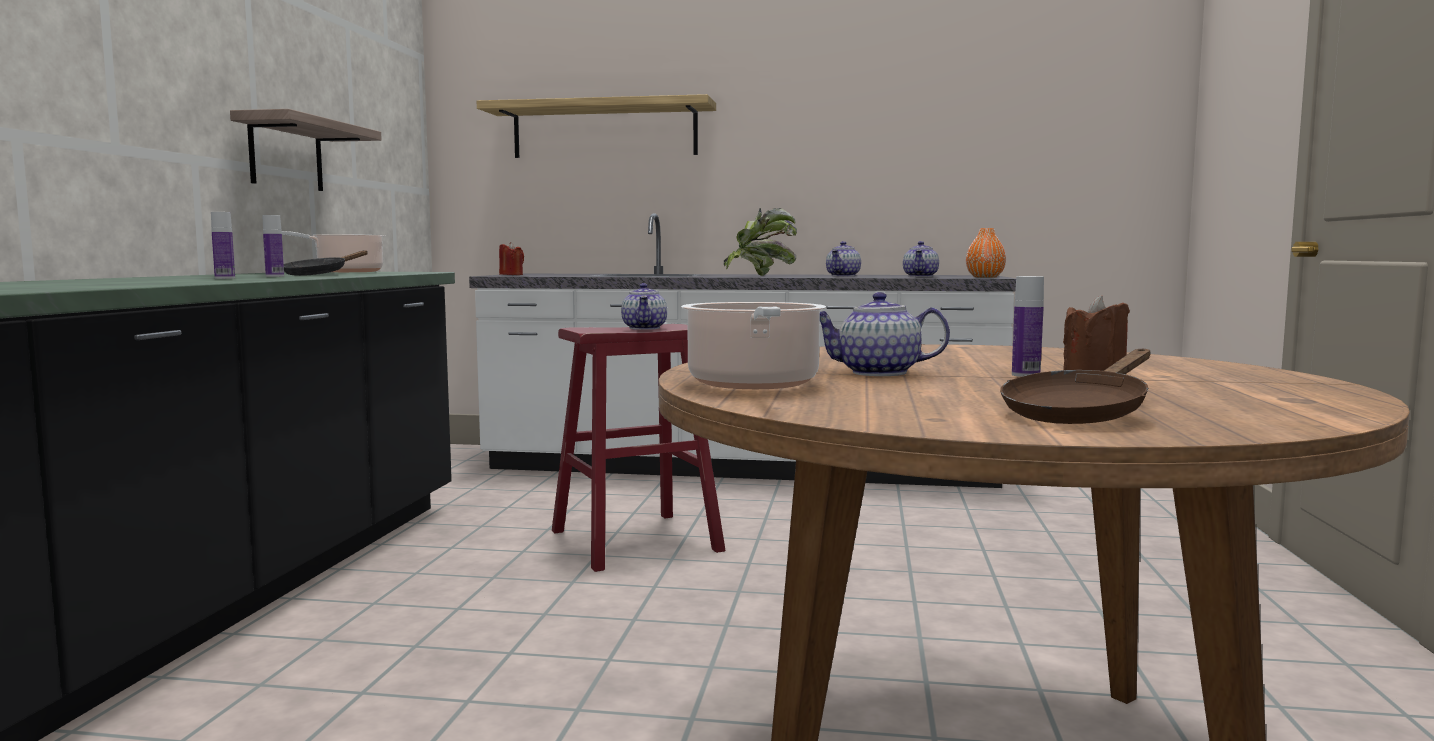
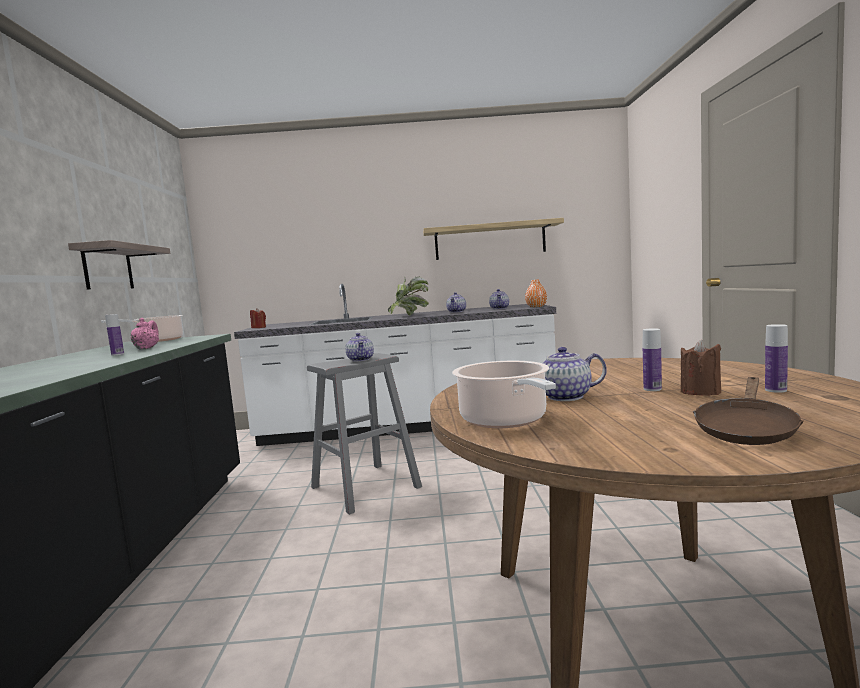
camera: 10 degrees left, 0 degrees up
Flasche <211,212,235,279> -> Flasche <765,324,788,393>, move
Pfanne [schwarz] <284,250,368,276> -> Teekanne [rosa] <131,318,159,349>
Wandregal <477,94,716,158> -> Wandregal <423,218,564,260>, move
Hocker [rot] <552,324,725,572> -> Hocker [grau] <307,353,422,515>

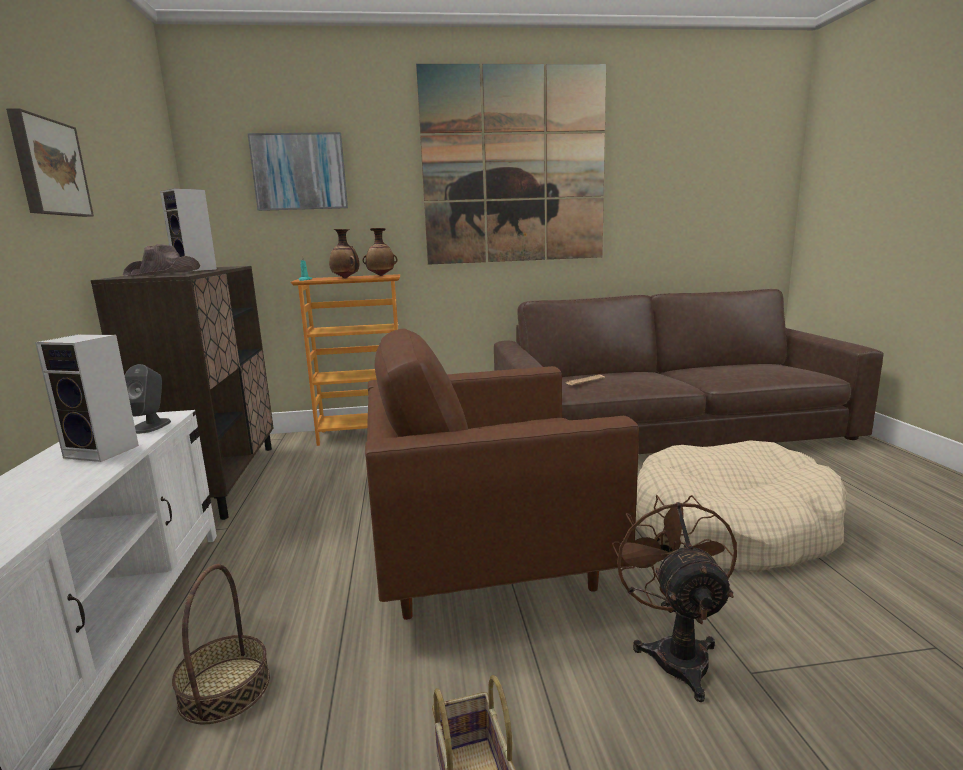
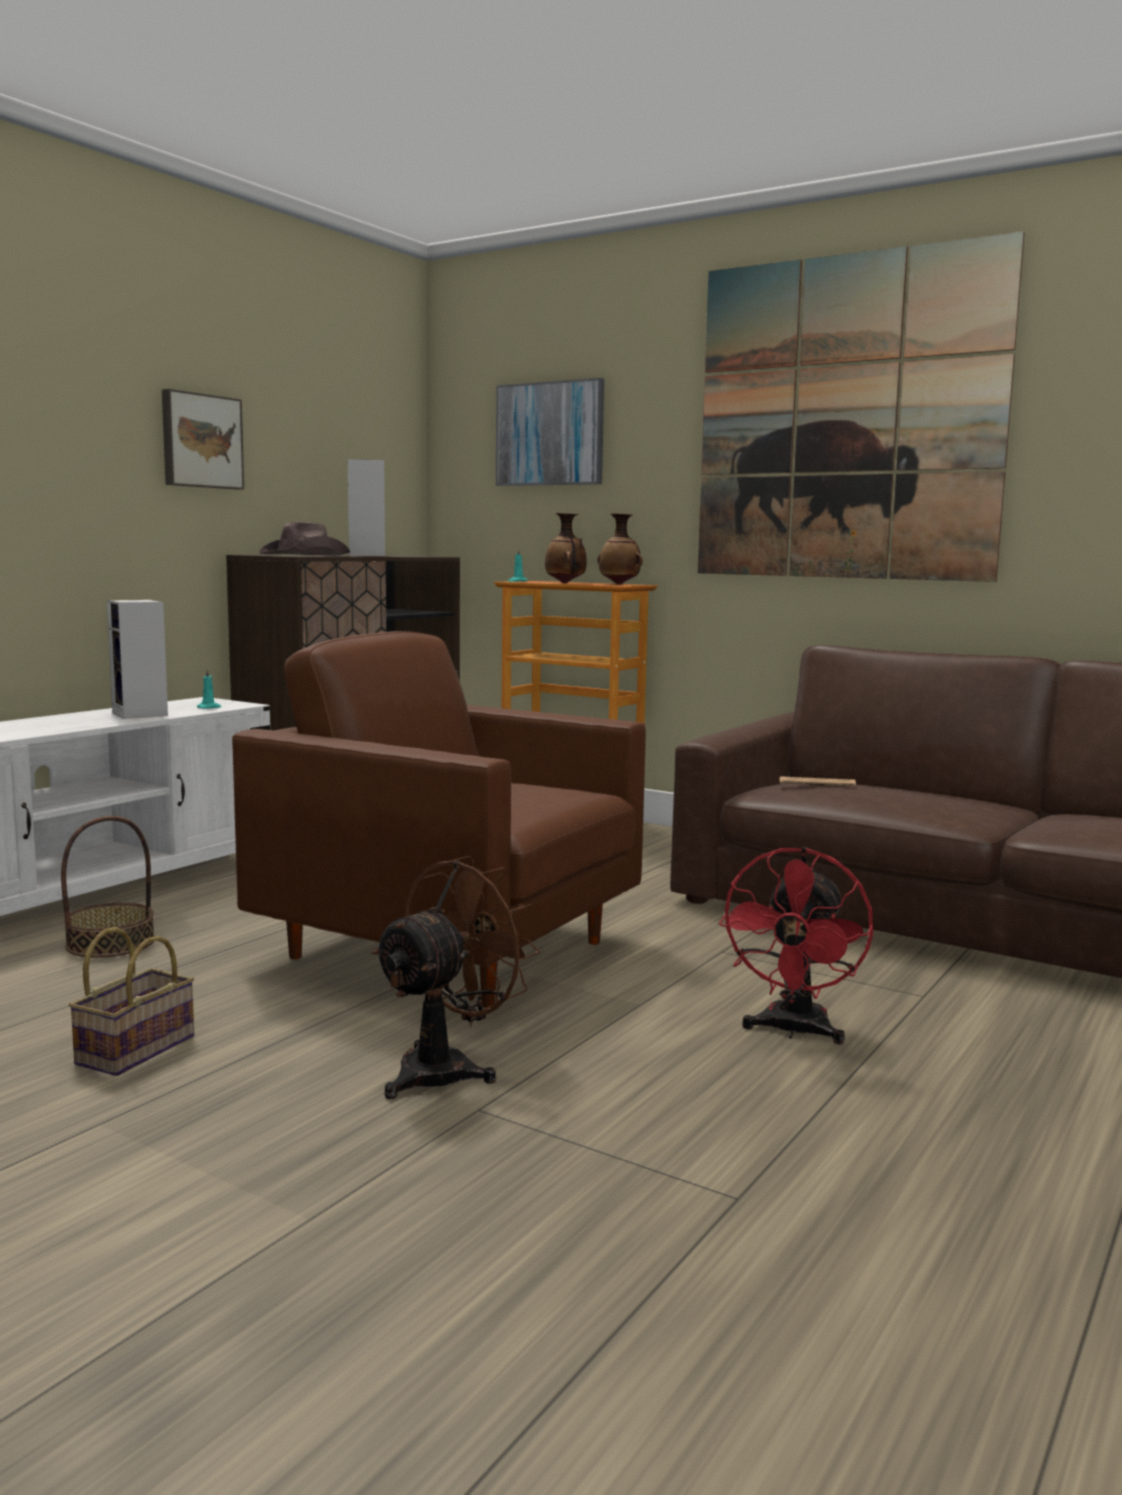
camera: 40 degrees right, 5 degrees down
Lautsprecher [grau] <124,364,171,434> -> Kerze [türkis] <197,668,221,709>
Hundebett [beige] <636,440,847,572> -> Ventilator [rot] <719,847,873,1044>

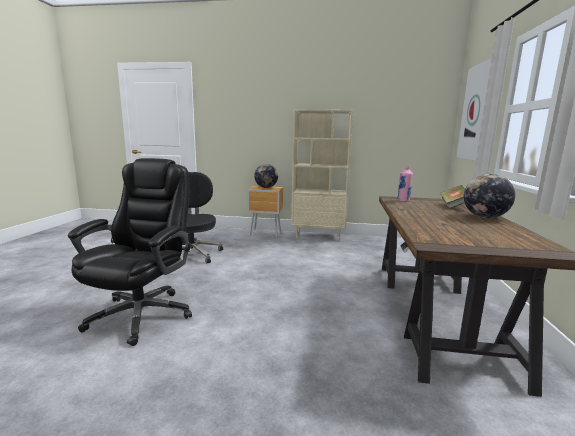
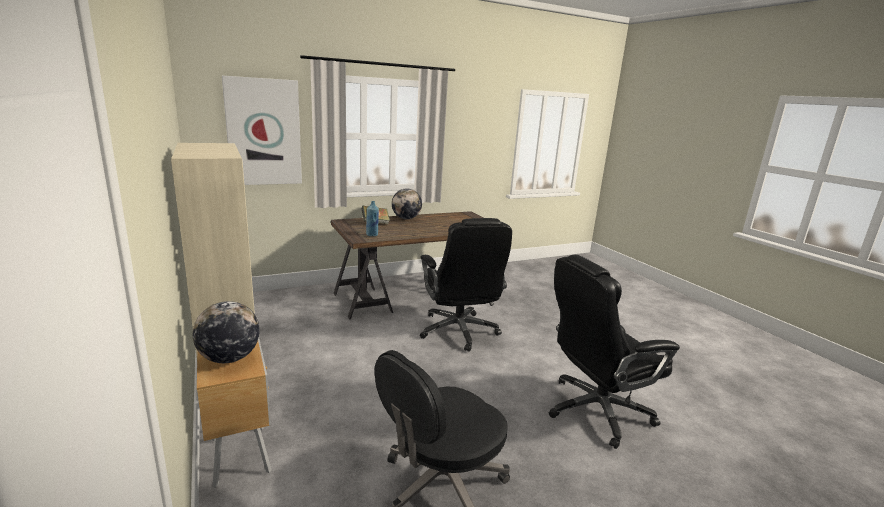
camera: 125 degrees left, 5 degrees up
Flasche [rosa] <397,165,413,202> -> Flasche [blau] <366,201,379,236>
none -> Bürostuhl [schwarz] <420,218,512,352>

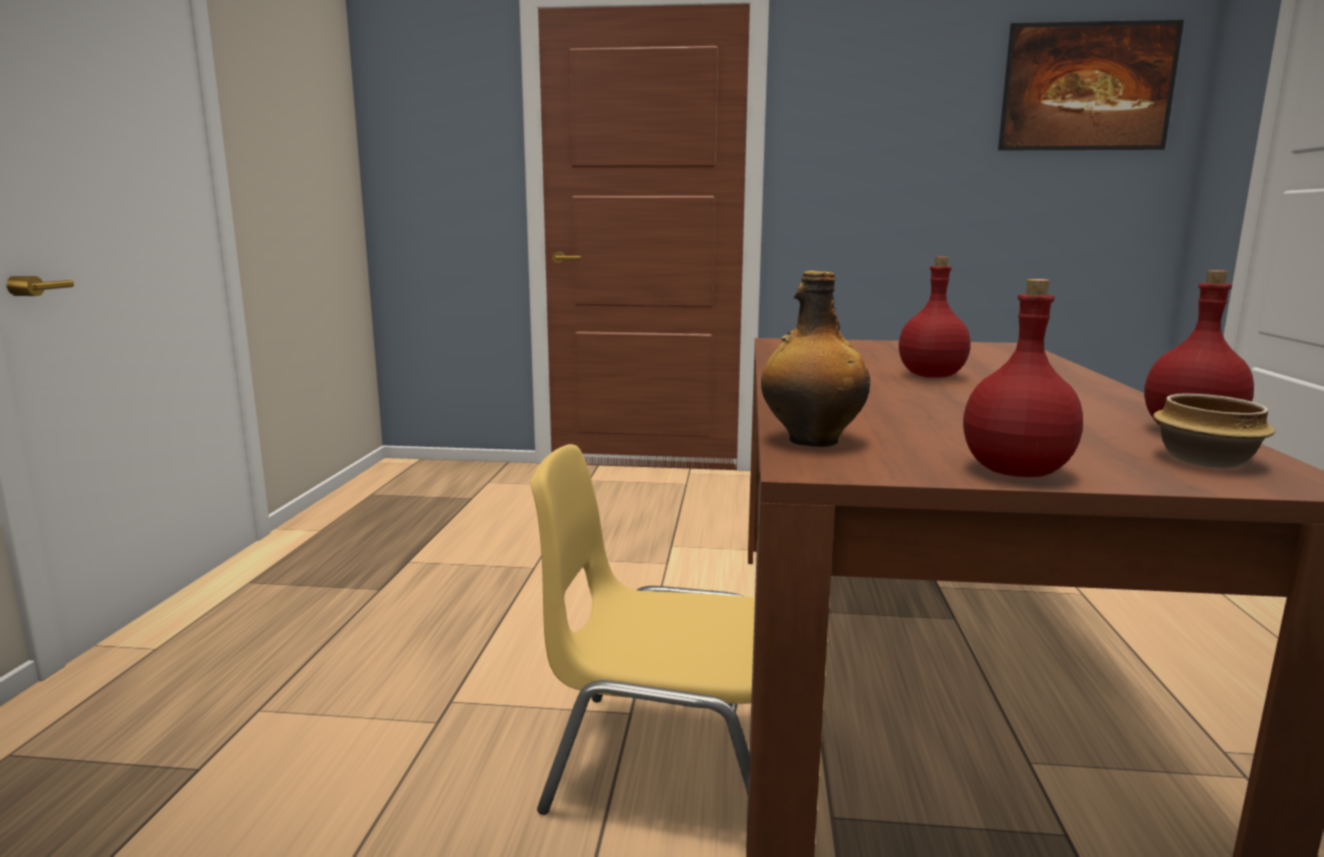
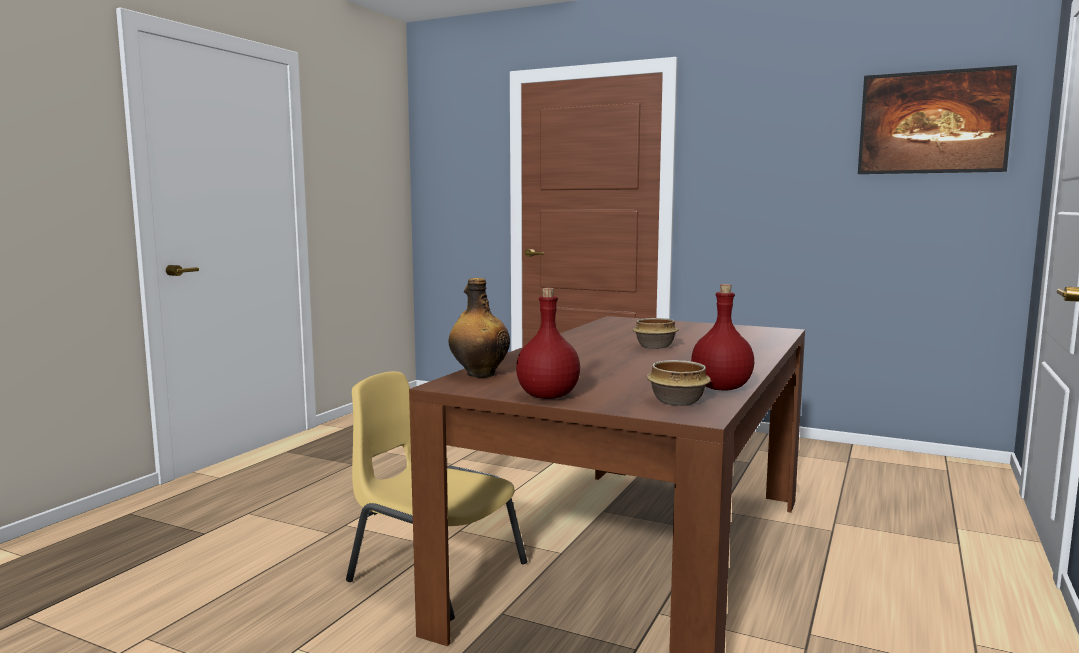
camera: 20 degrees right, 5 degrees down
Flasche [rot] <899,257,971,378> -> Schüssel <633,318,679,349>

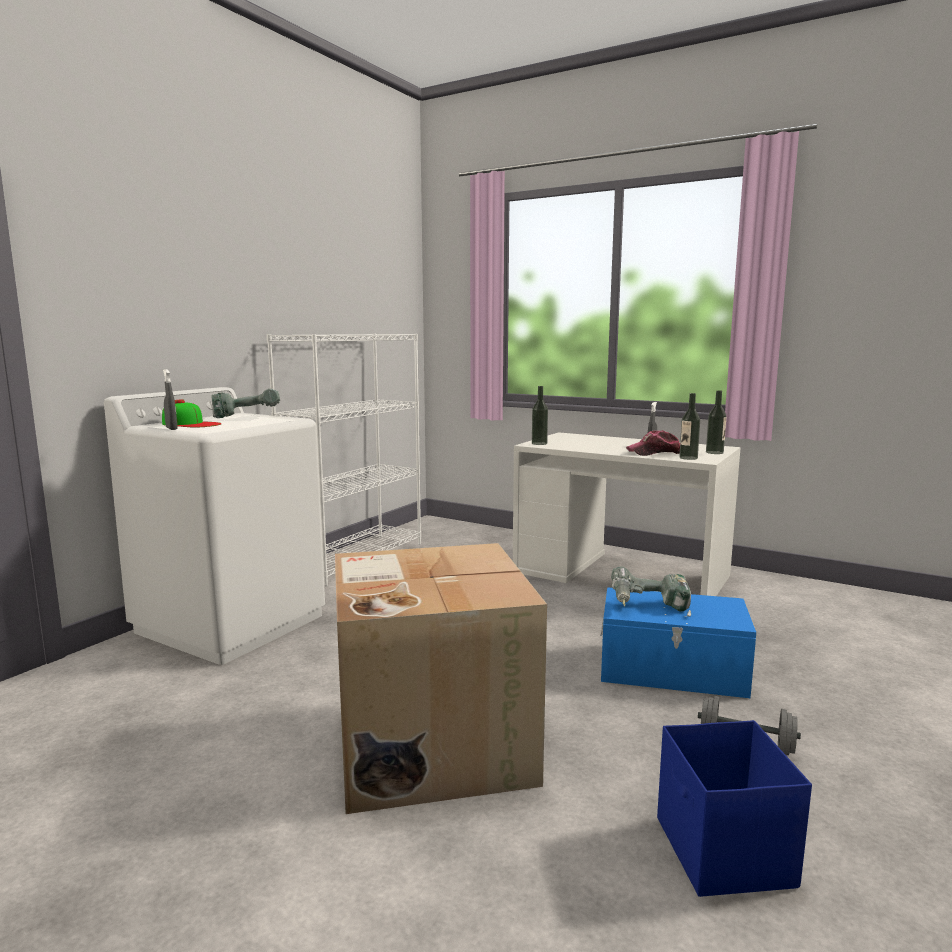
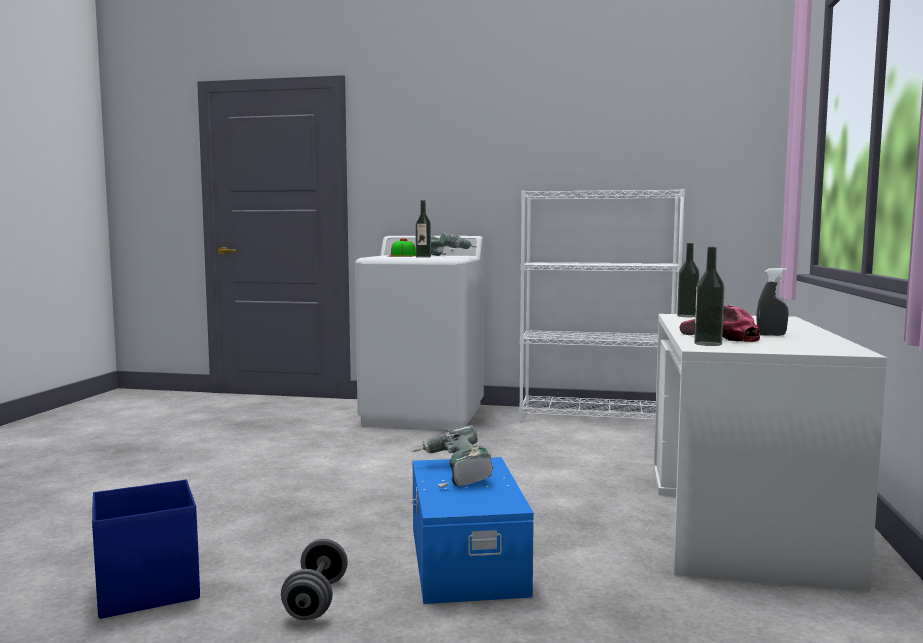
camera: 70 degrees right, 5 degrees down
Sprühflasche [grau] <163,369,177,430> -> none
Karton <335,543,547,814> -> none
Flasche <706,390,726,454> -> Flasche <415,200,431,258>, move

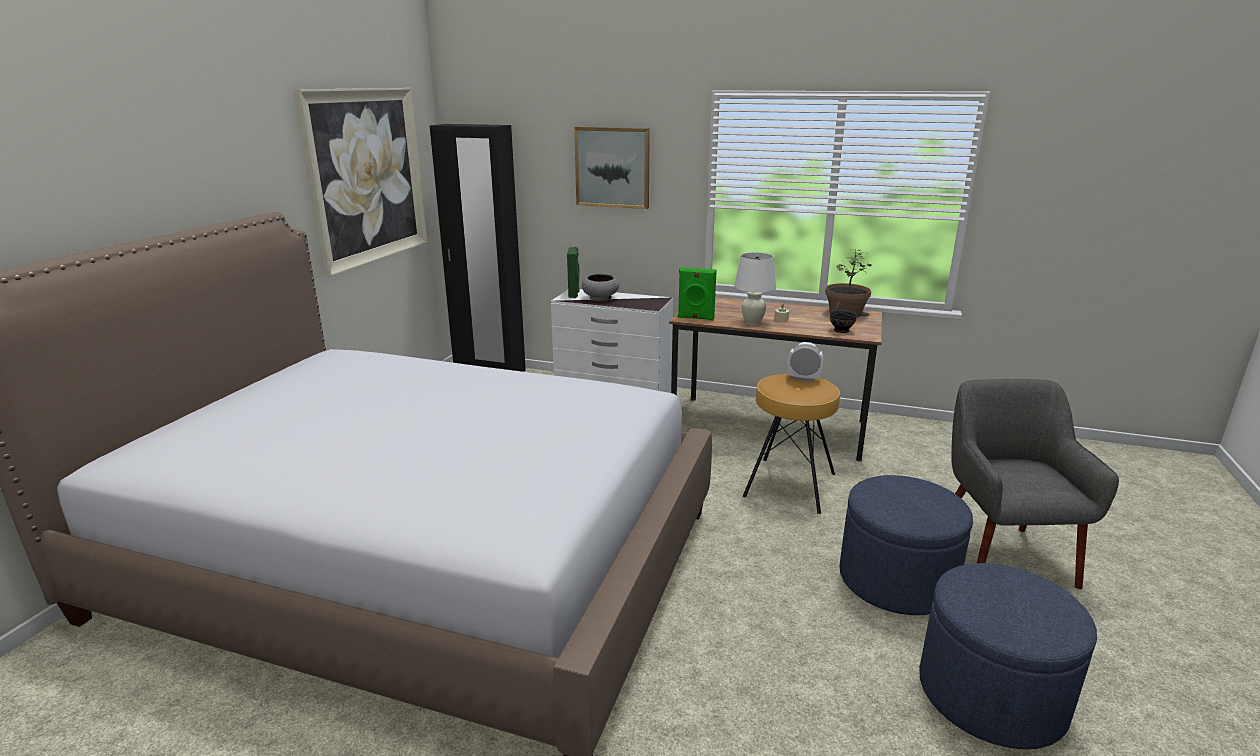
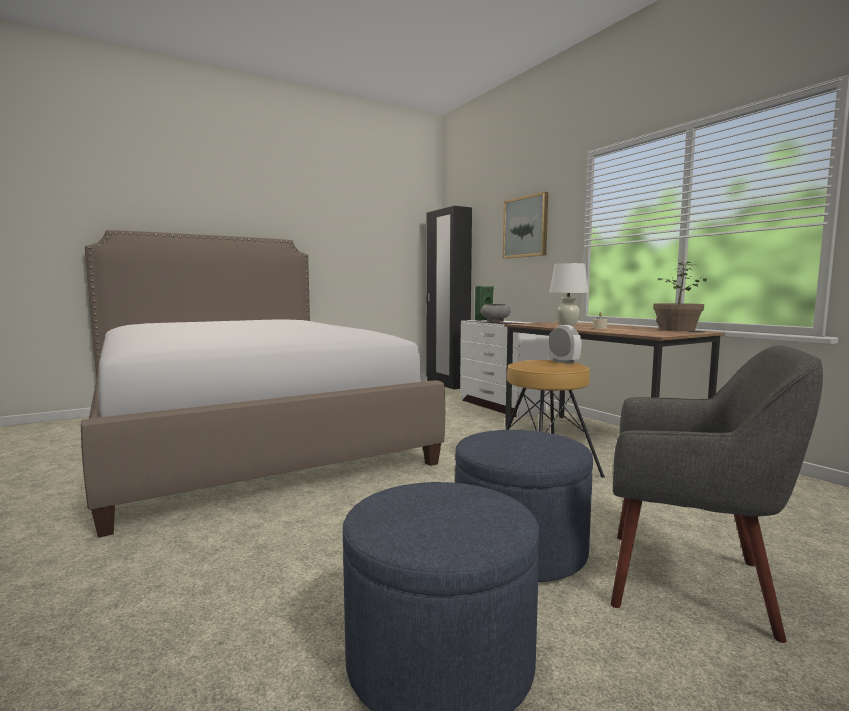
camera: 40 degrees right, 15 degrees down
Bild <294,88,428,277> -> none
Lautsprecher [grün] <678,267,717,320> -> none
Schüssel [schwarz] <830,310,857,333> -> none
Sessel [grau] <951,379,1119,589> -> Sessel [grau] <611,345,823,643>, 75 degrees clockwise

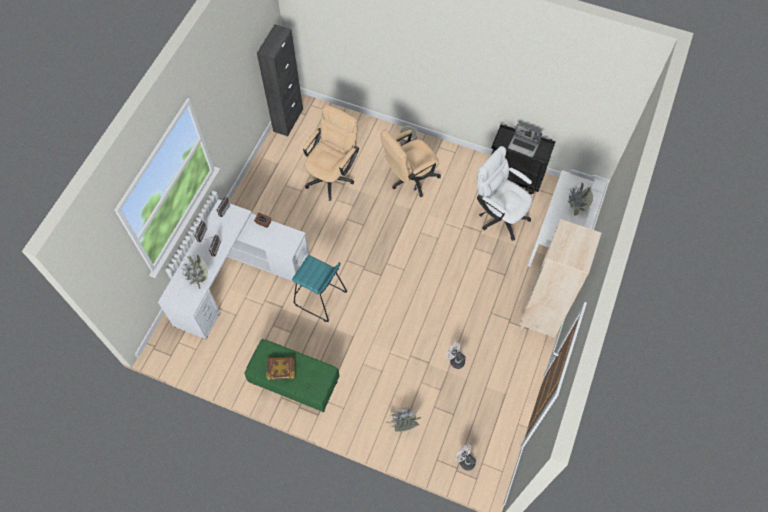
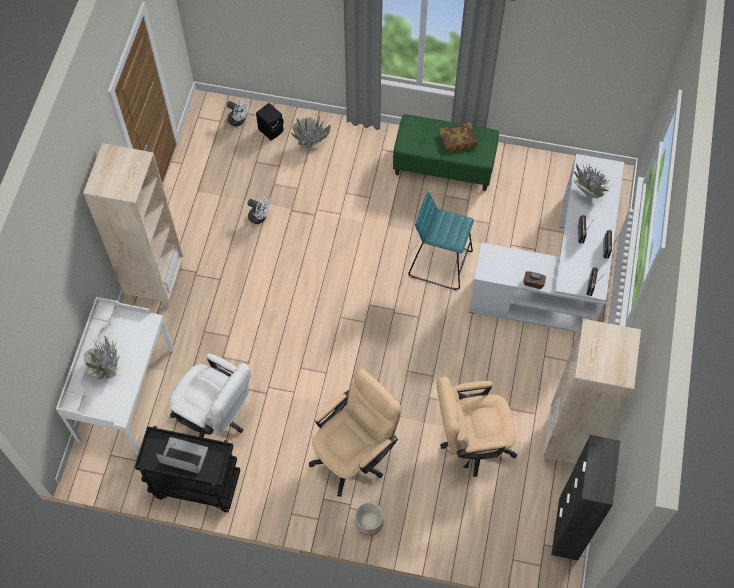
camera: 170 degrees right, 0 degrees up
Bürostuhl [beige] <303,104,359,201> -> Bürostuhl [beige] <437,376,517,477>, 60 degrees clockwise
none -> Lautsprecher [schwarz] <256,103,284,140>
none -> Bücherregal [beige] <543,319,641,463>

